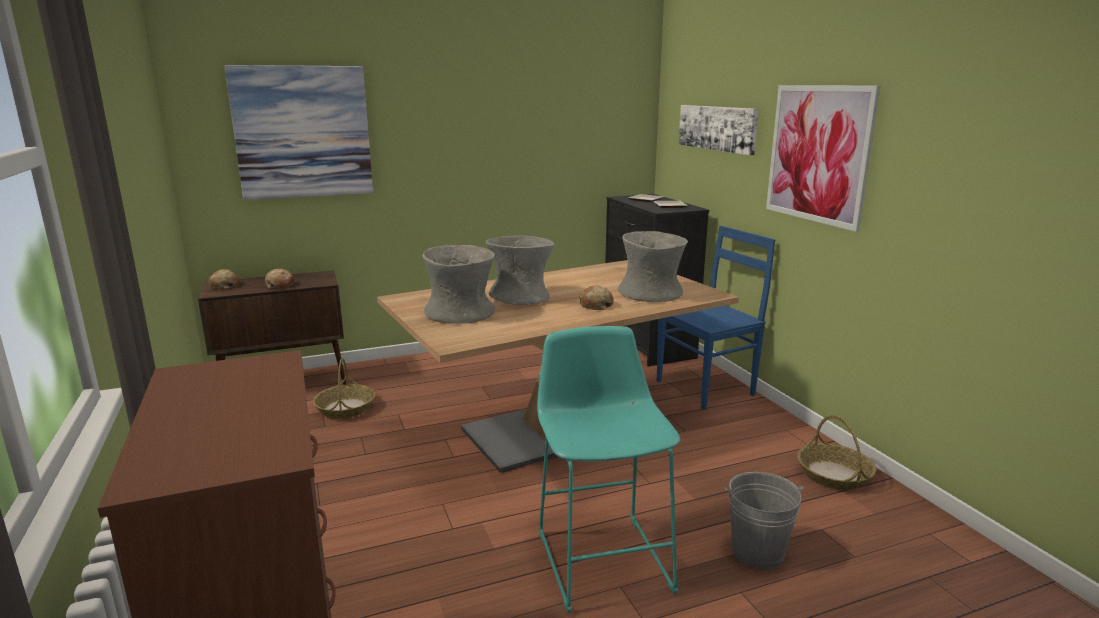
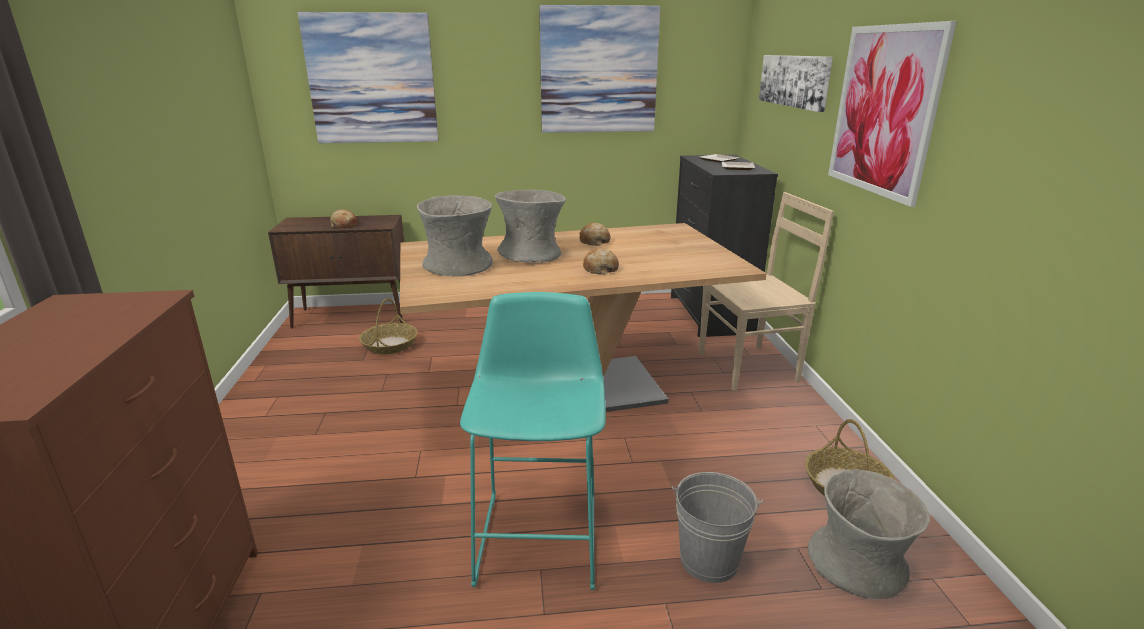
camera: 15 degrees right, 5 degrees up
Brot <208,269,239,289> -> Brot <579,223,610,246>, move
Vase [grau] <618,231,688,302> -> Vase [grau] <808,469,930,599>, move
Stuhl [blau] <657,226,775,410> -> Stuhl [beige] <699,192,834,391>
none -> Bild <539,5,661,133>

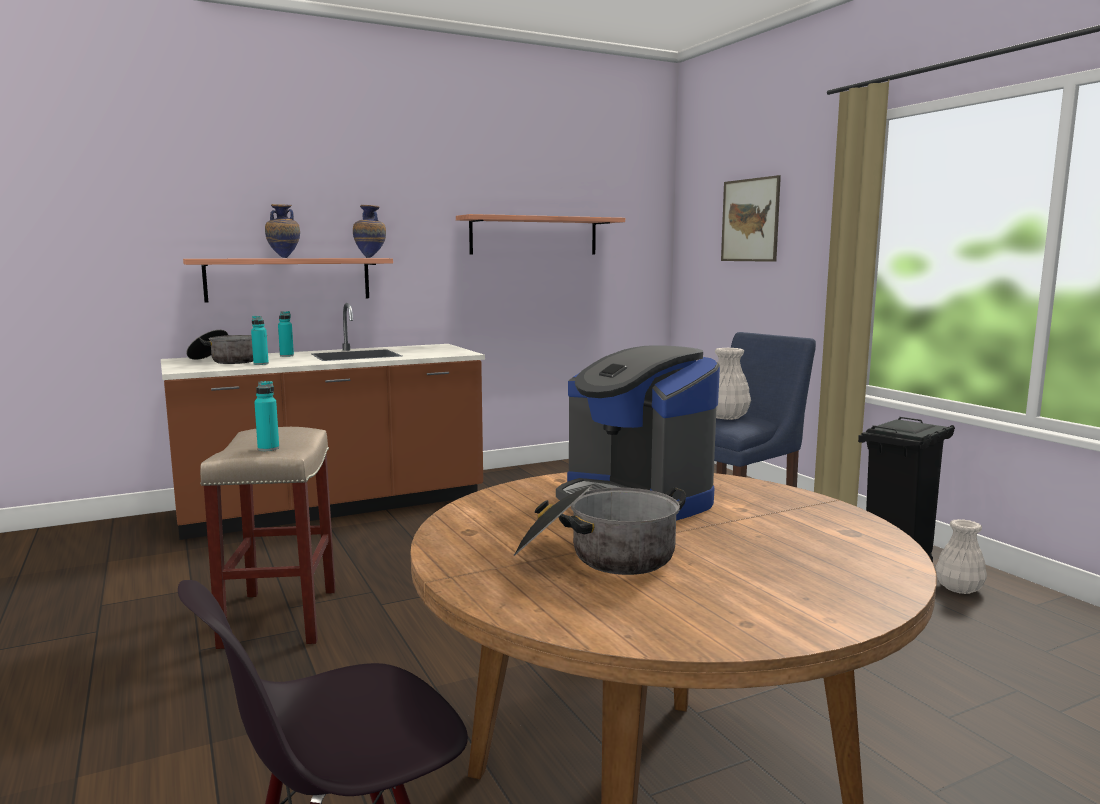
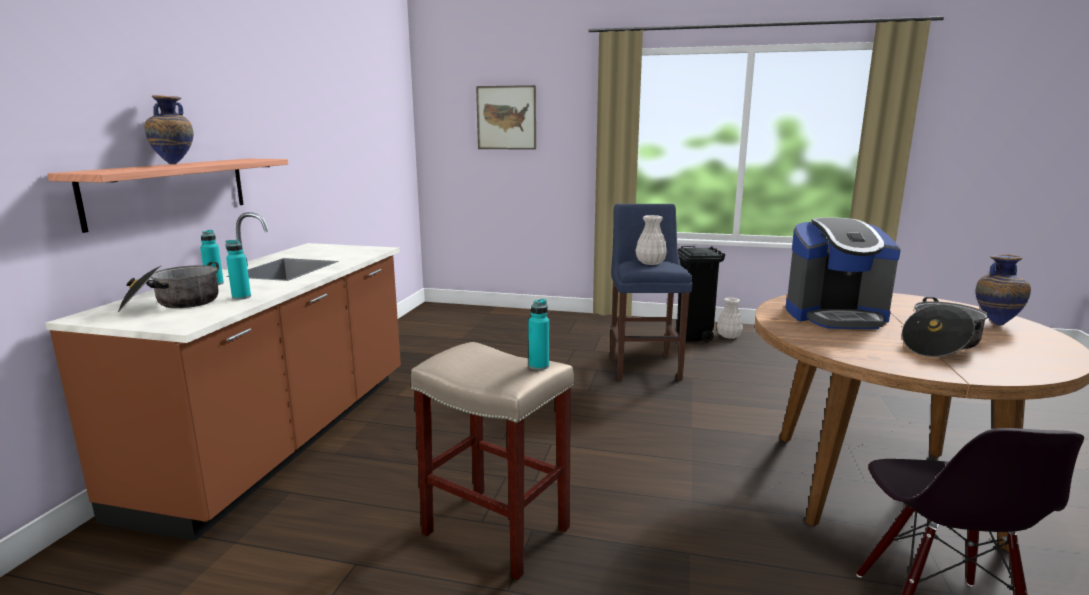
camera: 50 degrees left, 5 degrees up
Vase <353,205,386,258> -> Vase <975,254,1031,326>, move
Wandregal <456,214,625,255> -> none

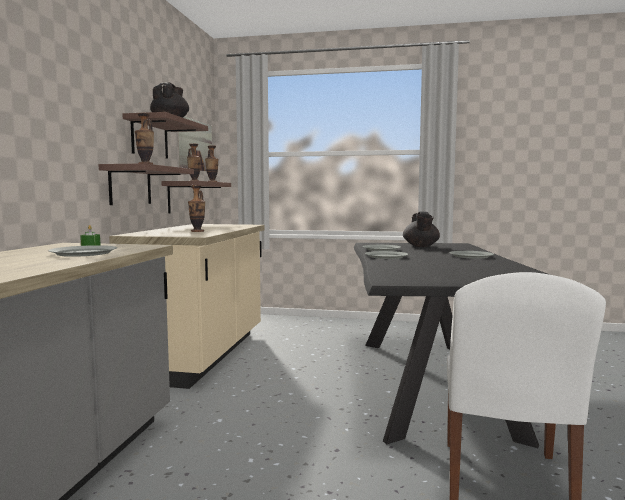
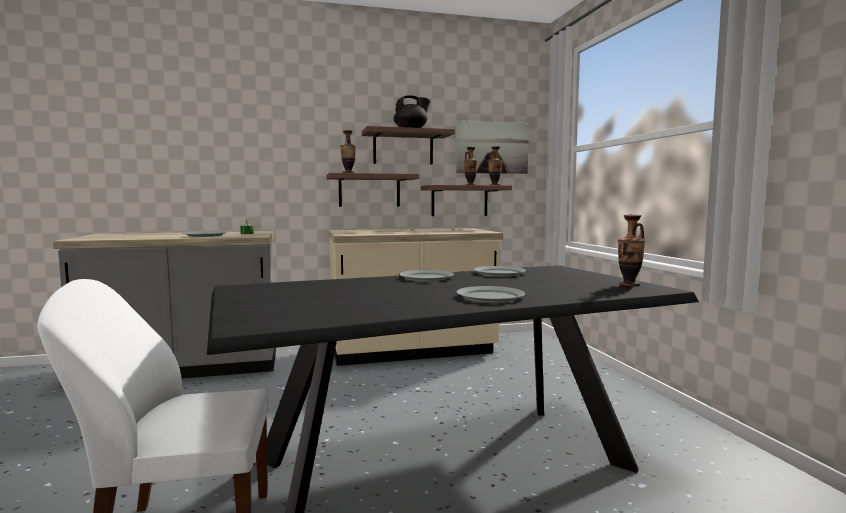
camera: 65 degrees right, 0 degrees up
Vase <188,185,205,232> -> Vase <618,215,645,286>, move
Teekanne [schwarz] <403,212,440,247> -> none

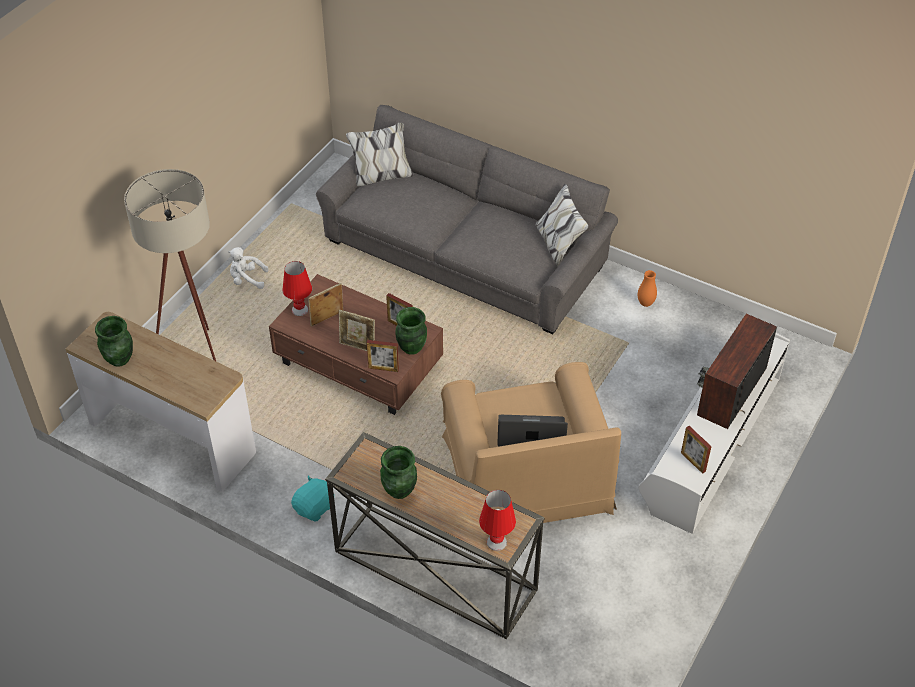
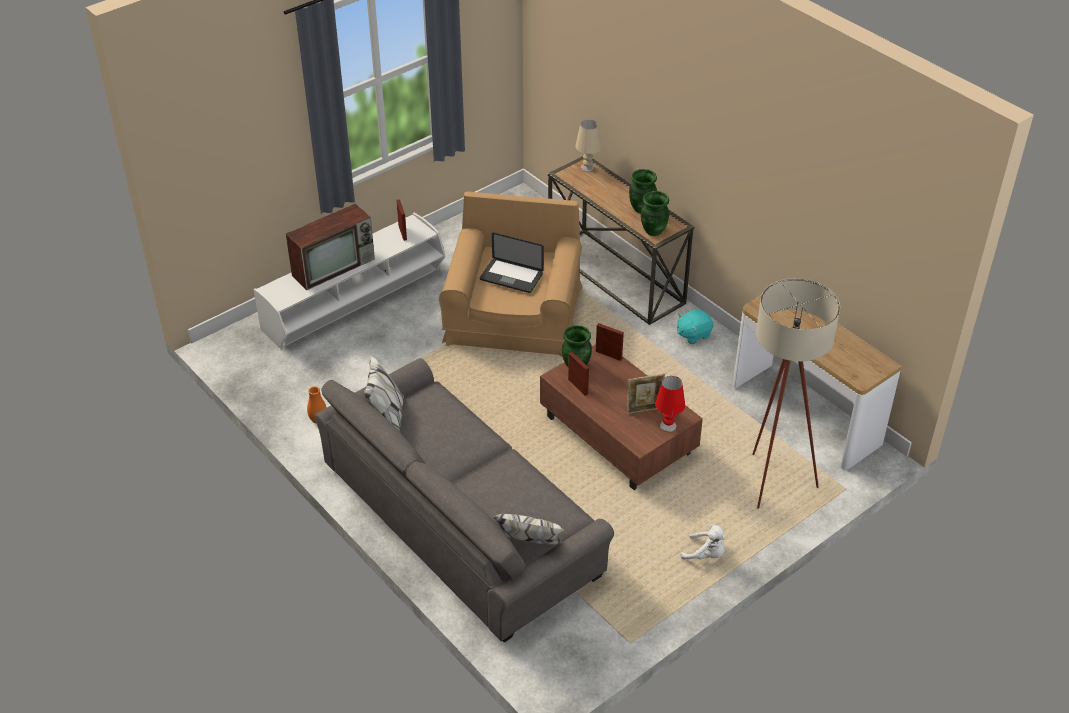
camera: 160 degrees left, 5 degrees down
Vase [grün] <95,316,133,367> -> Vase [grün] <641,191,670,236>, move
Bilderrahmen <339,309,375,351> -> none
Tischlampe [rot] <479,490,516,551> -> Tischlampe [beige] <576,120,601,172>

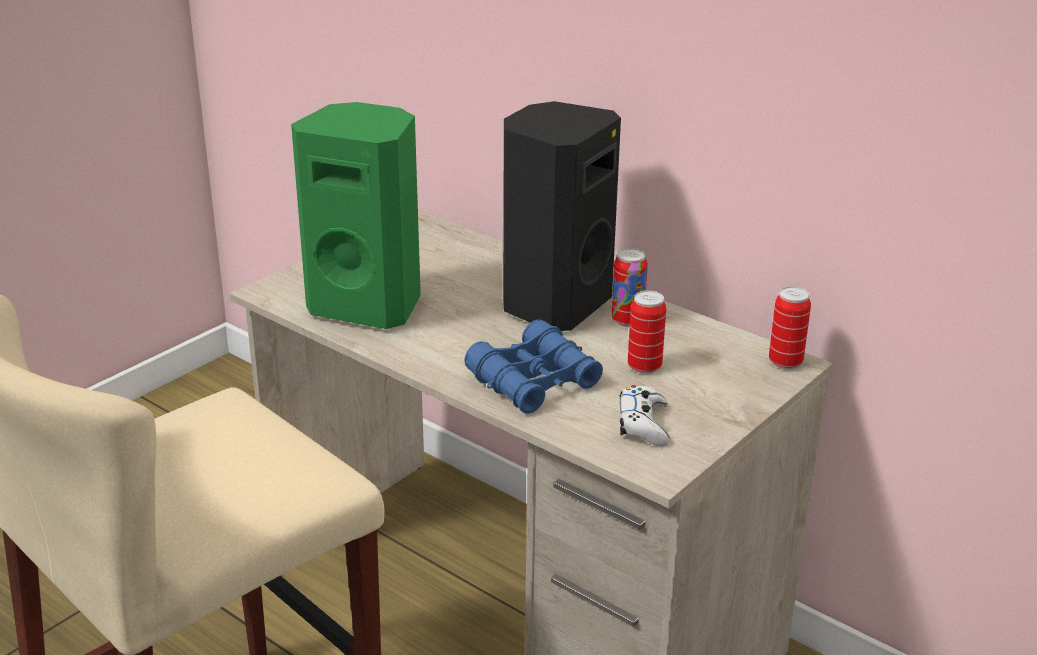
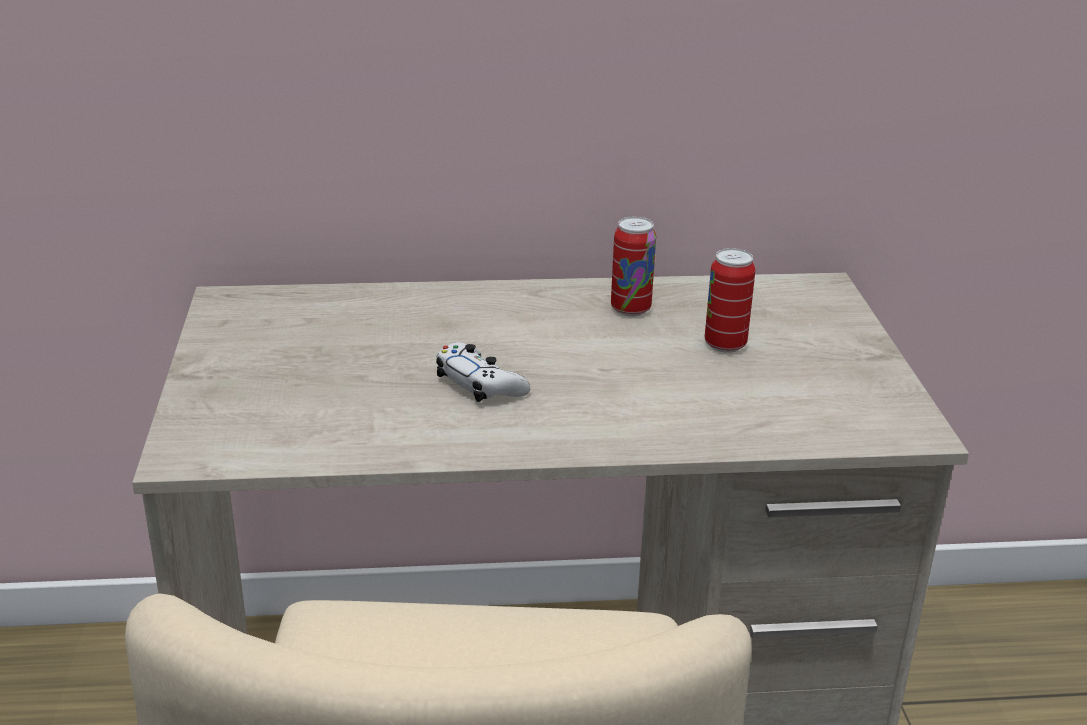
camera: 45 degrees left, 0 degrees up
Lautsprecher [grün] <291,102,421,329> -> none
Fernglas [blau] <464,320,603,414> -> none
Lautsprecher [schwarz] <503,101,621,331> -> none
Gamepad [weiß] <619,385,670,446> -> Gamepad [weiß] <436,342,530,402>, move
Dose <769,286,811,369> -> none

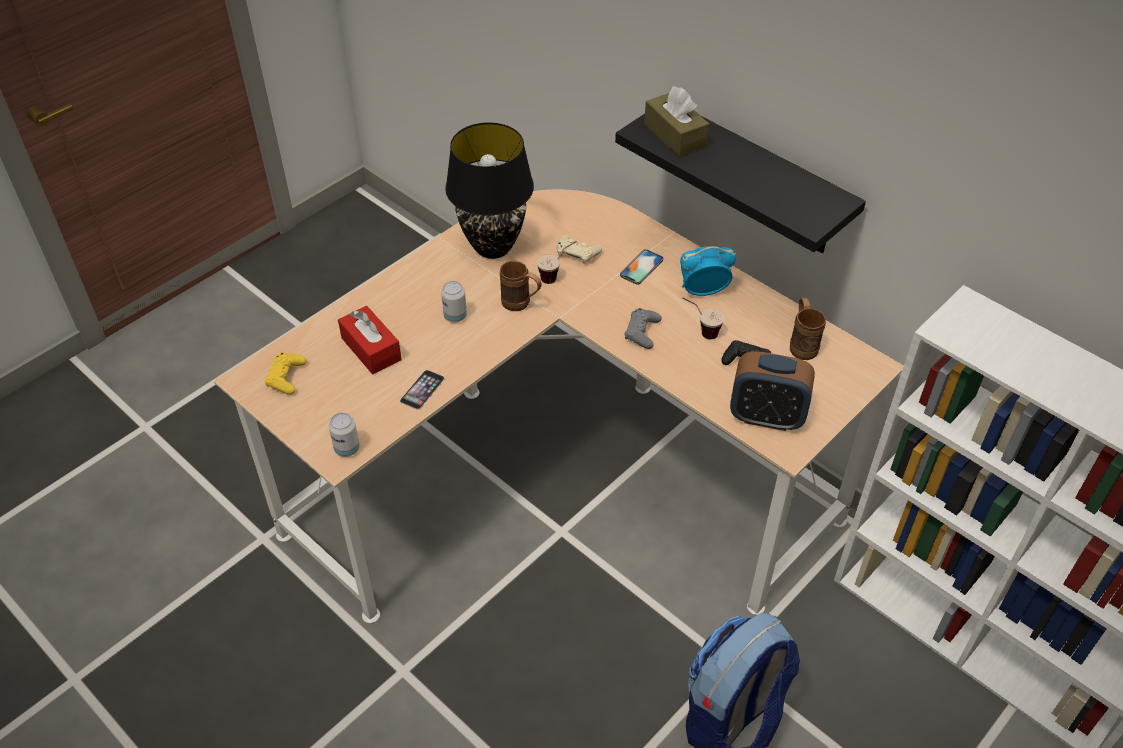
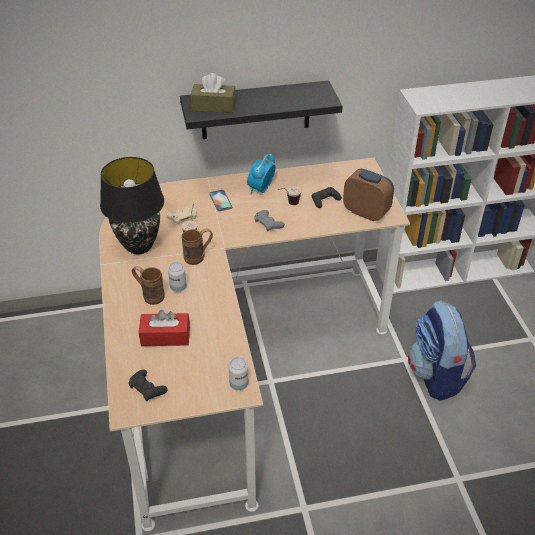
camera: 55 degrees left, 5 degrees down
Gamepad [gelb] <265,353,307,395> -> Gamepad [schwarz] <129,369,168,401>
Handy <400,370,445,410> -> none
Wecker <730,351,815,431> -> Wecker <343,169,394,221>, 105 degrees counterclockwise
Henkelbecher [braun] <790,298,826,360> -> Henkelbecher [braun] <132,266,164,305>, move

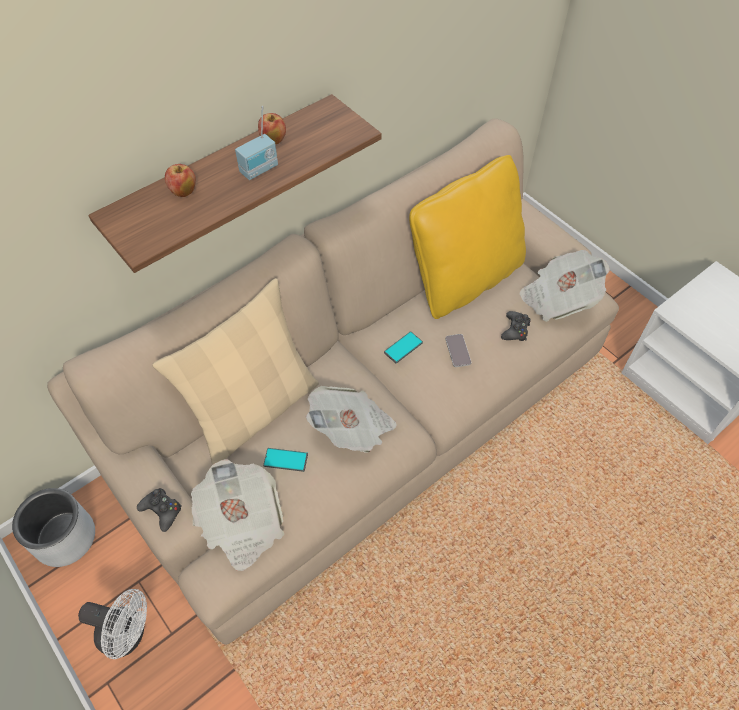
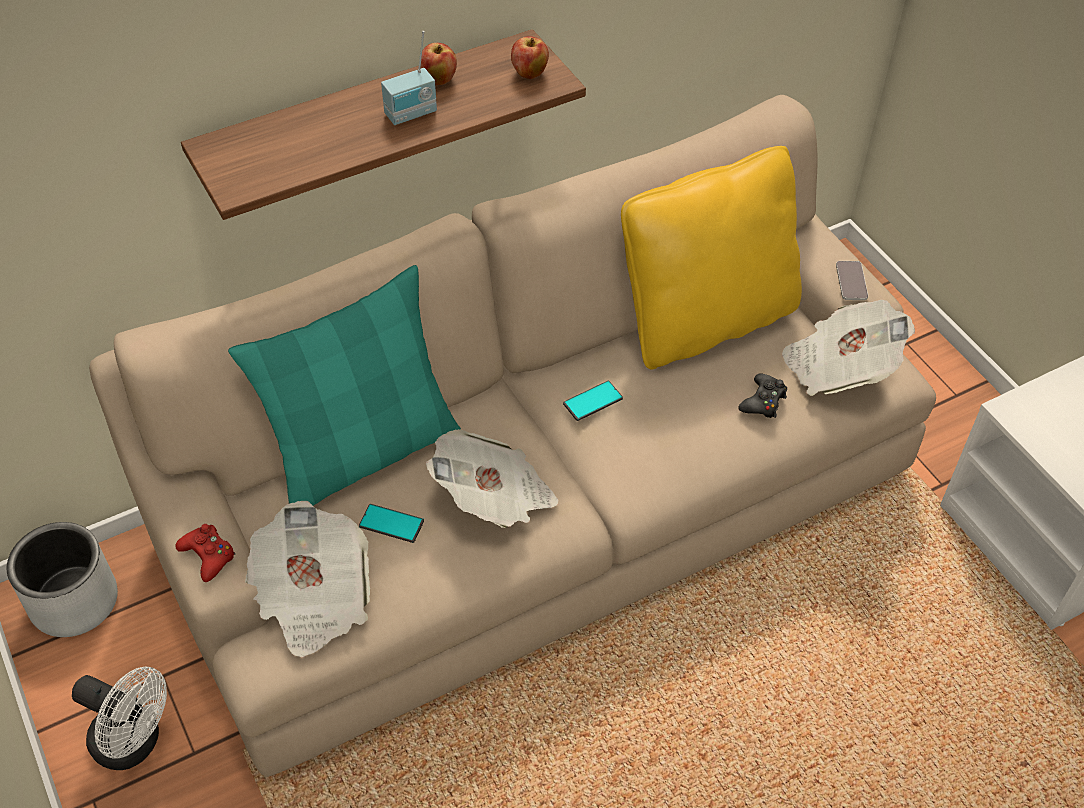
camera: 10 degrees right, 5 degrees down
Gamepad [schwarz] <137,488,182,532> -> Gamepad [rot] <175,524,236,582>
Kissen [beige] <152,278,319,465> -> Kissen [türkis] <228,265,461,506>
Apfel <165,164,196,197> -> Apfel <511,36,549,79>, move
Handy <445,334,471,367> -> Handy <836,261,868,300>, move

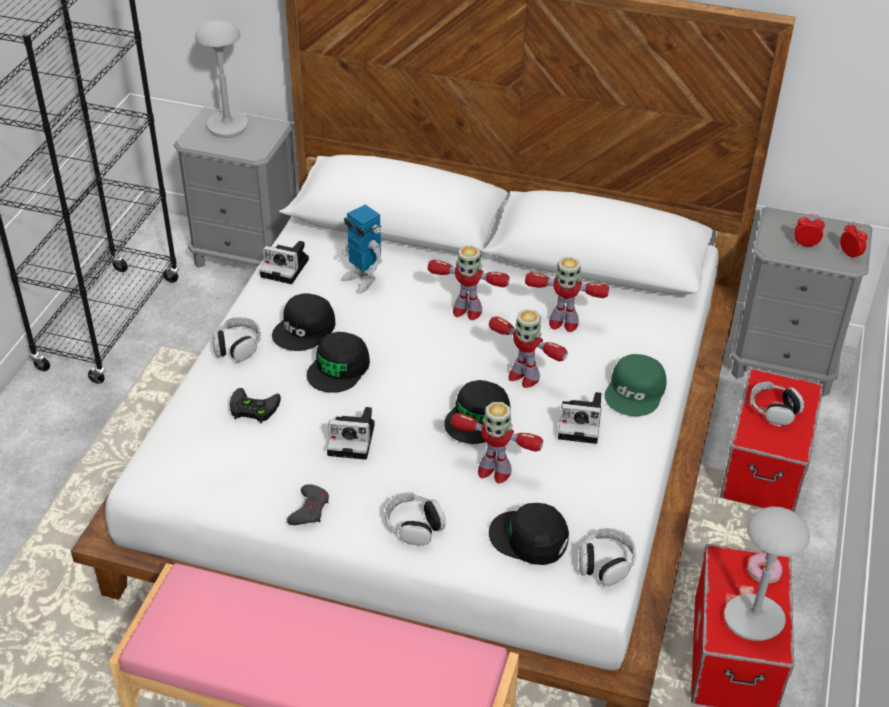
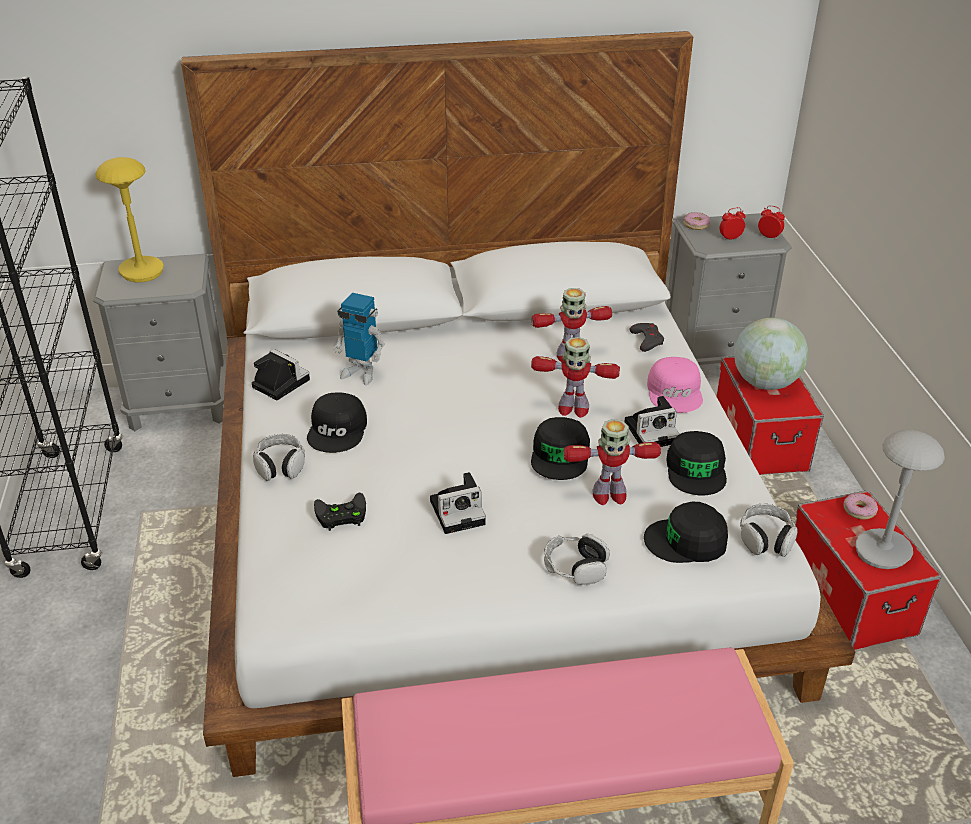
camera: 25 degrees left, 5 degrees down
Tischlampe [grau] <195,20,248,138> -> Tischlampe [gelb] <95,157,164,282>
Kamera <260,241,309,284> -> Kamera <252,349,310,400>, 135 degrees counterclockwise
Gamepad [grau] <287,484,329,525> -> Gamepad [grau] <630,323,664,352>, move
Kappe [schwarz] <307,332,370,393> -> Kappe [schwarz] <666,431,727,495>, move
Spielzeugroboter <428,246,510,320> -> none
Kappe [grün] <605,354,667,416> -> Kappe [rosa] <647,357,703,413>
Kopfhörer <750,382,804,425> -> Globus <734,318,809,390>
none -> Donut <684,212,710,230>

